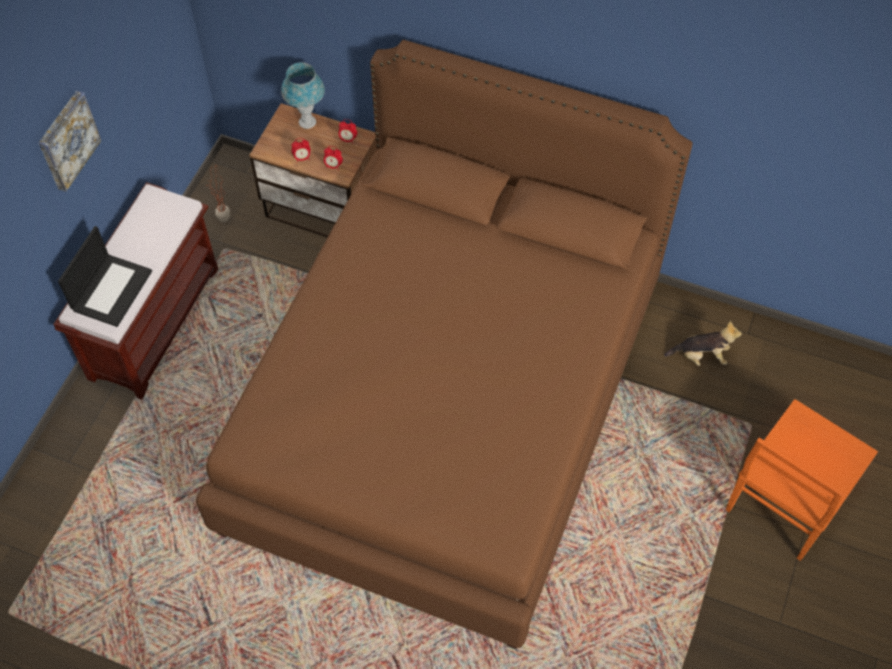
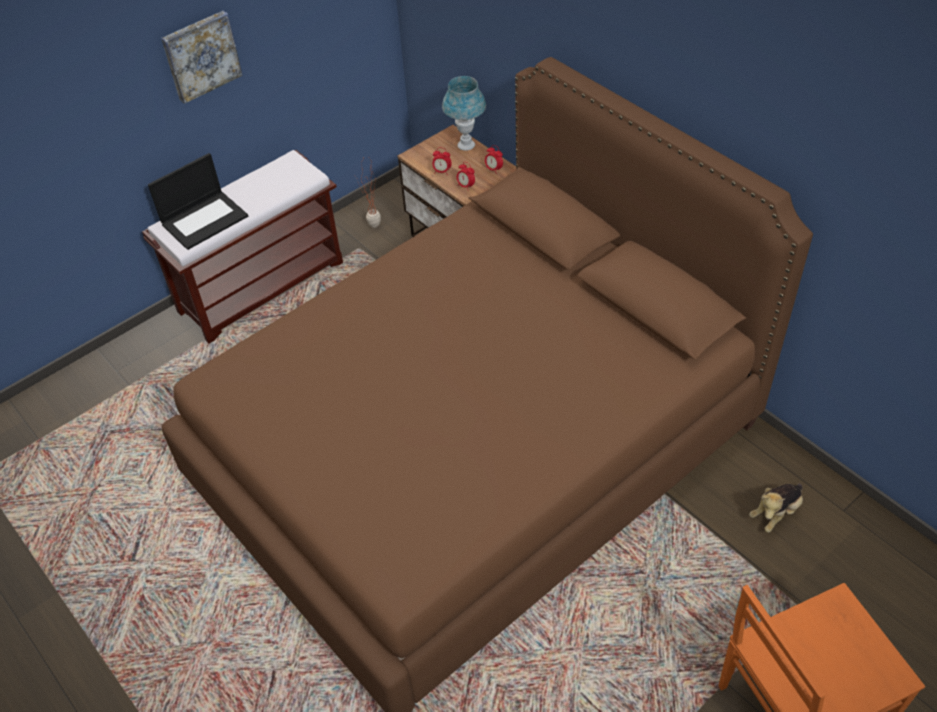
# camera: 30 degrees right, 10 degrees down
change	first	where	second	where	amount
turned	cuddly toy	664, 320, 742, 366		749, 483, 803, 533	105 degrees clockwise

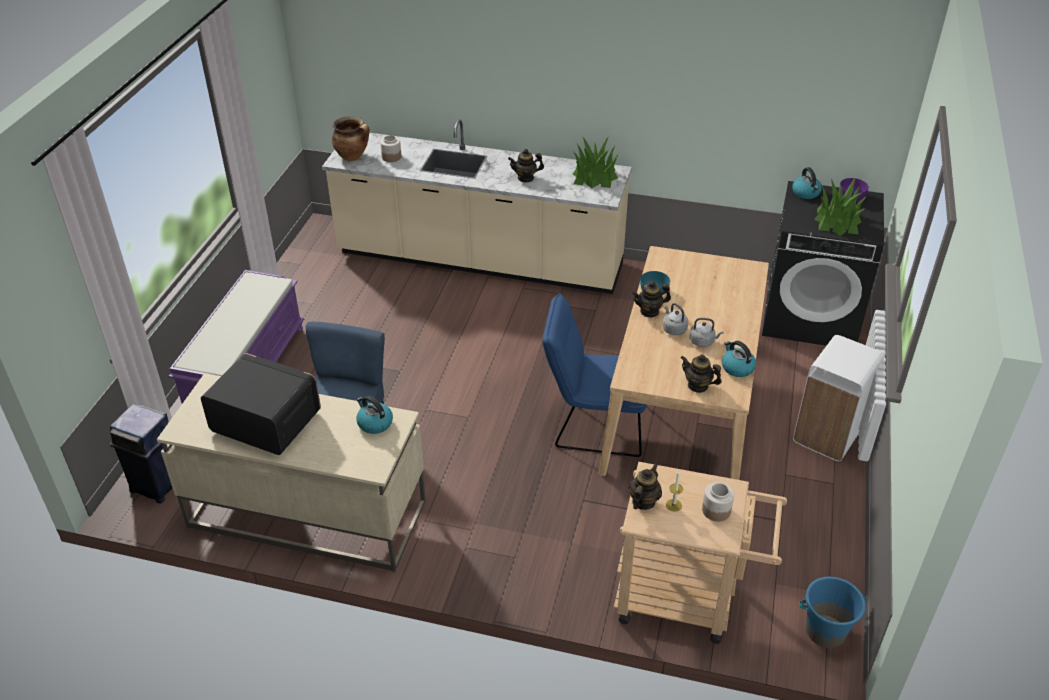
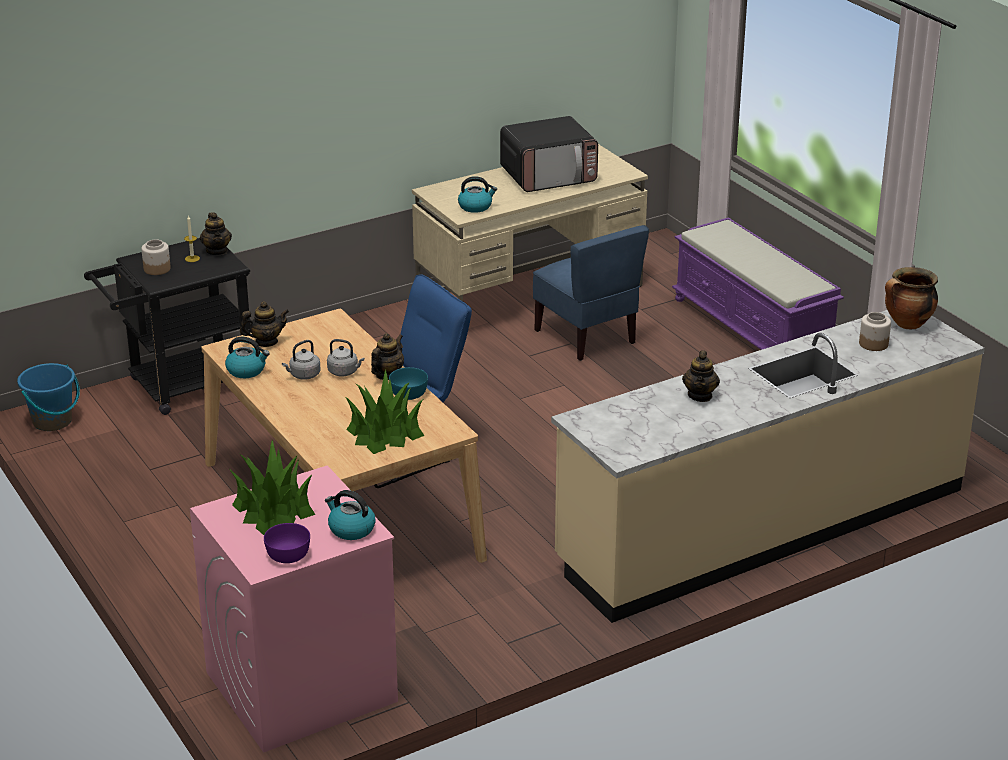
# camera: 135 degrees right, 10 degrees down
change	first	where	second	where	amount
moved	houseplant	573, 136, 619, 188		344, 369, 424, 454	
turned	teapot	508, 149, 544, 182		682, 350, 720, 402	150 degrees clockwise
recoloured	black-coloured washing machine	762, 181, 884, 346	pink-coloured washing machine	190, 466, 398, 753	
removed	white trash can	793, 335, 884, 461			
removed	blue trash can	110, 404, 172, 504			
recoloured	sand-coloured wheeled cart	614, 462, 787, 644	black-coloured wheeled cart	84, 238, 251, 415	

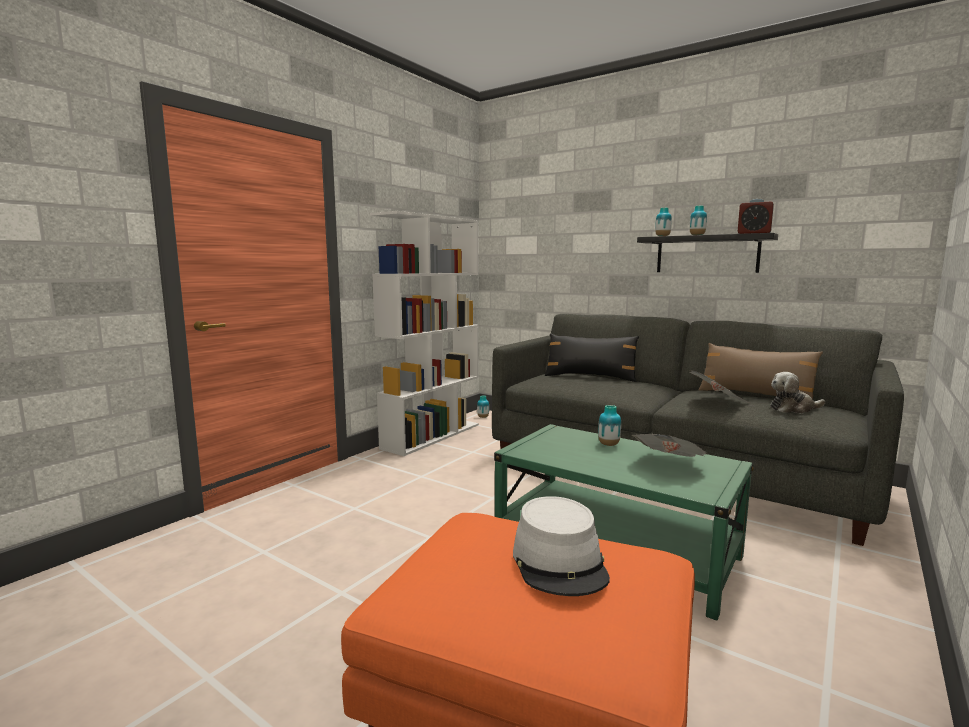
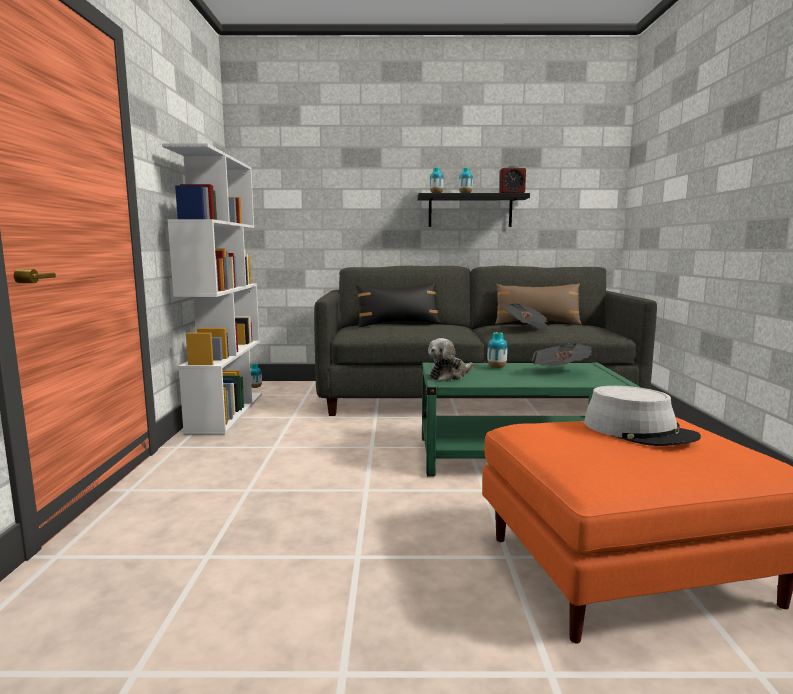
# camera: 35 degrees left, 0 degrees up
change	first	where	second	where	amount
moved	cuddly toy	770, 372, 825, 413		428, 338, 473, 381	

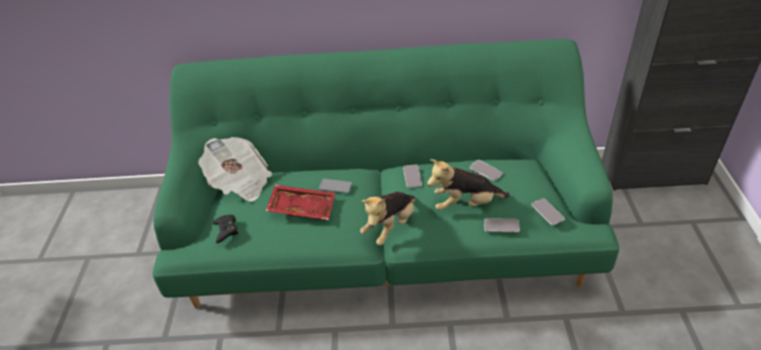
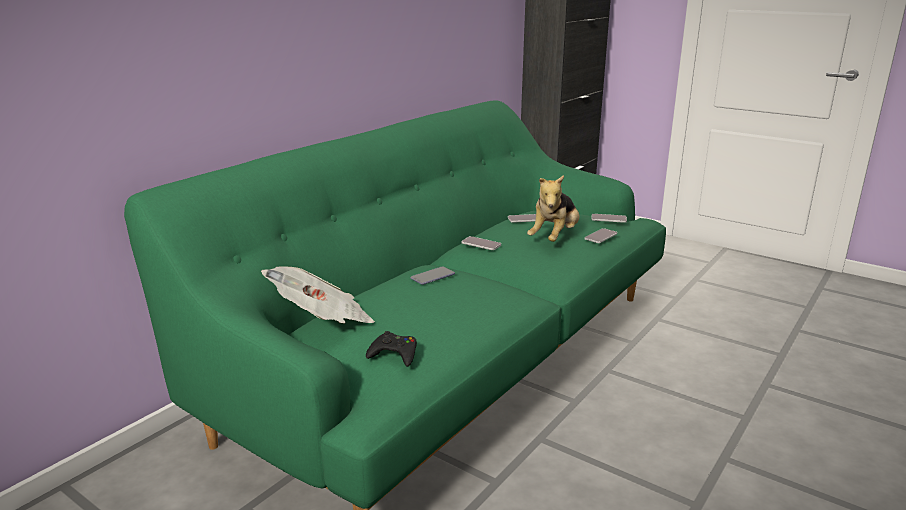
# camera: 55 degrees left, 20 degrees down
change	first	where	second	where	amount
removed	reddish serving tray	266, 184, 335, 220			
removed	cuddly toy	360, 192, 416, 246			

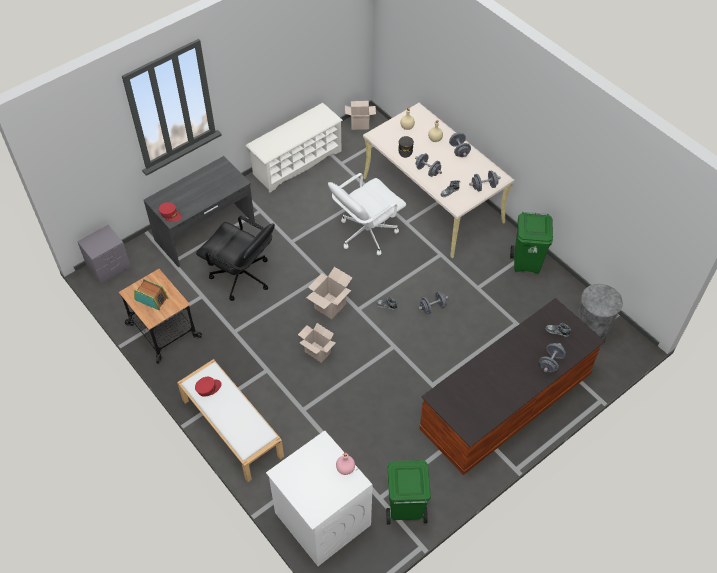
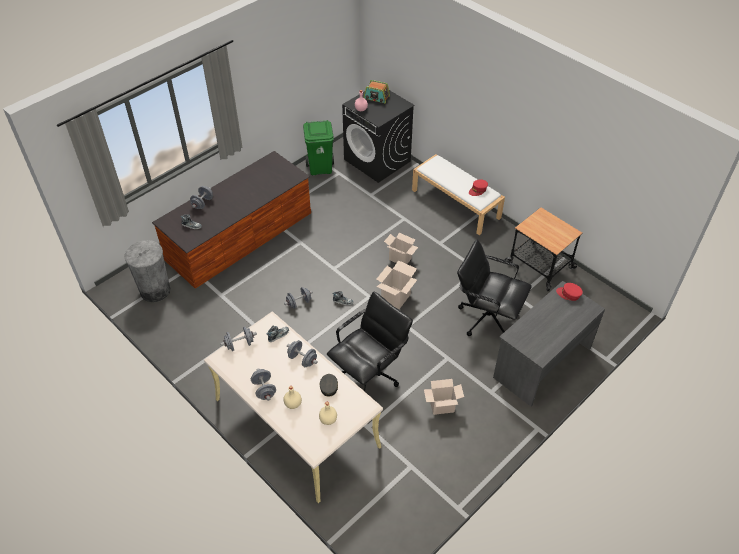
# camera: 175 degrees right, 5 degrees down
change	first	where	second	where	amount
moved	packing box	345, 101, 376, 130		424, 379, 464, 415	
removed	white shoe rack	246, 103, 343, 193			
recoloured	white computer chair	328, 173, 406, 255	black-coloured computer chair	327, 291, 413, 391	
removed	green-coloured trash can	510, 212, 553, 273			
removed	gray night table	77, 225, 130, 284			
moved	radio receiver	134, 279, 169, 310		363, 80, 390, 103	
recoloured	white washing machine	266, 431, 373, 566	black-coloured washing machine	342, 90, 415, 183	

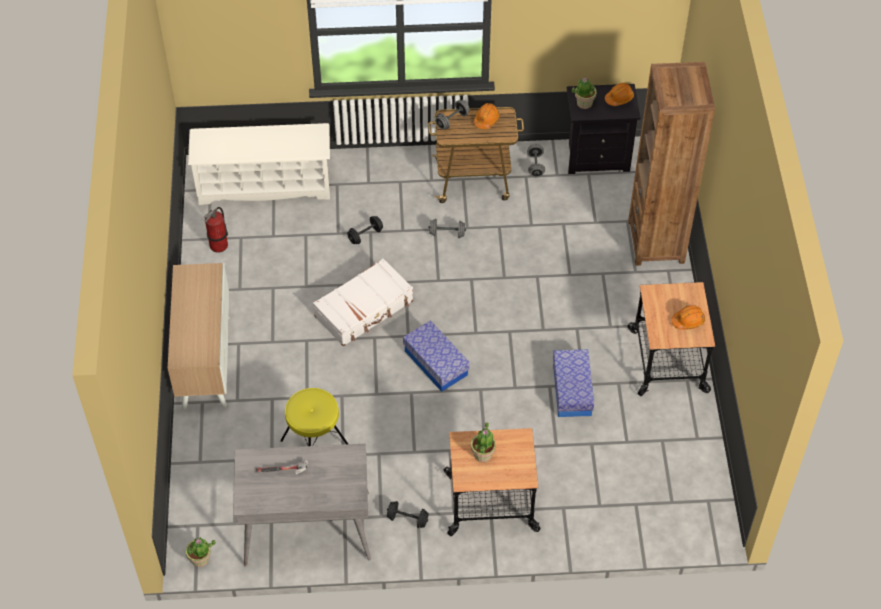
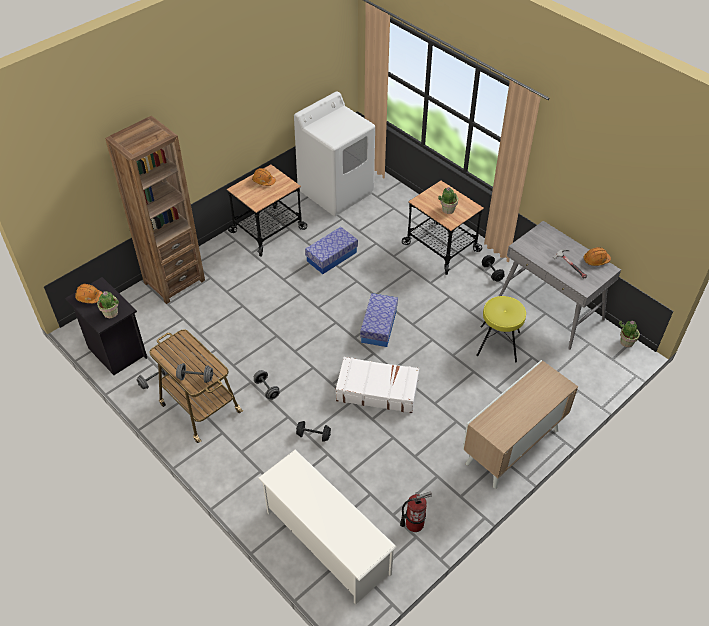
# camera: 130 degrees left, 5 degrees down
change	first	where	second	where	amount
moved	orange safety helmet	474, 103, 500, 129		584, 247, 611, 266	
added			white washing machine	294, 91, 375, 216	

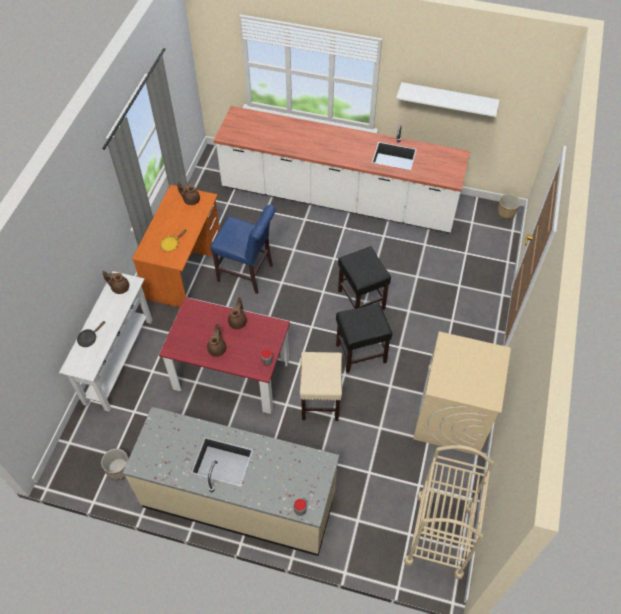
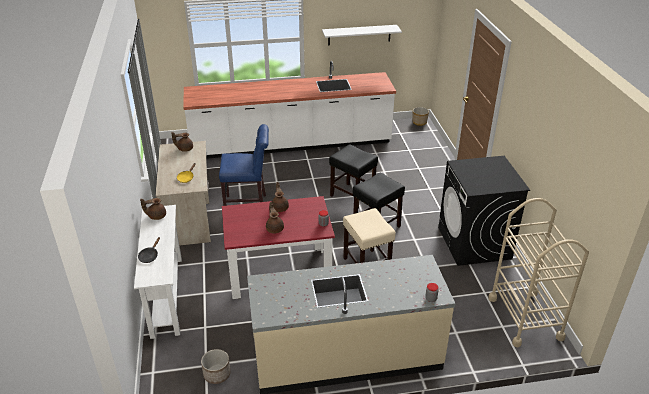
# camera: 25 degrees left, 20 degrees down
change	first	where	second	where	amount
recoloured	orange desk	132, 185, 220, 307	sand-coloured desk	155, 141, 211, 246	
recoloured	sand-coloured washing machine	413, 332, 511, 456	black-coloured washing machine	438, 156, 530, 266	

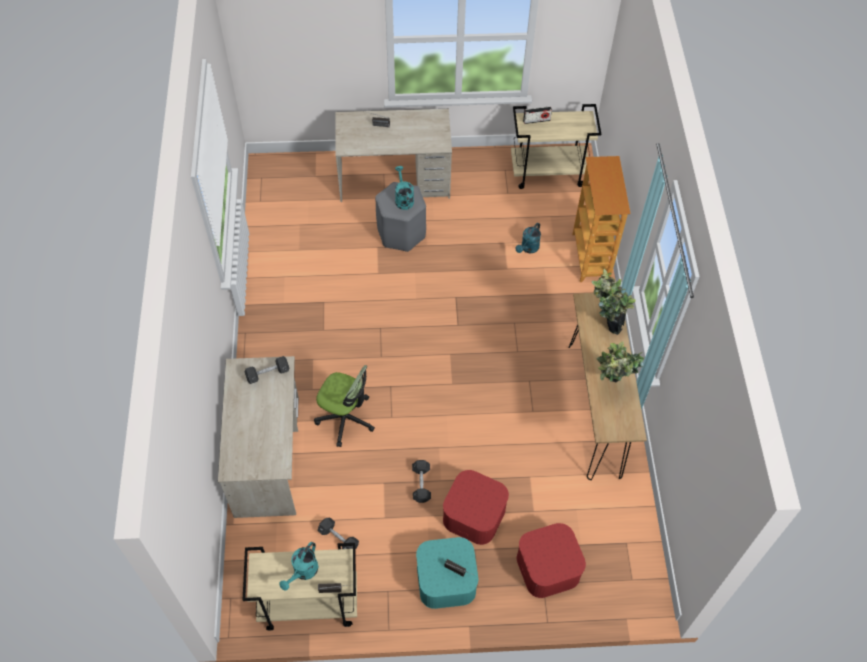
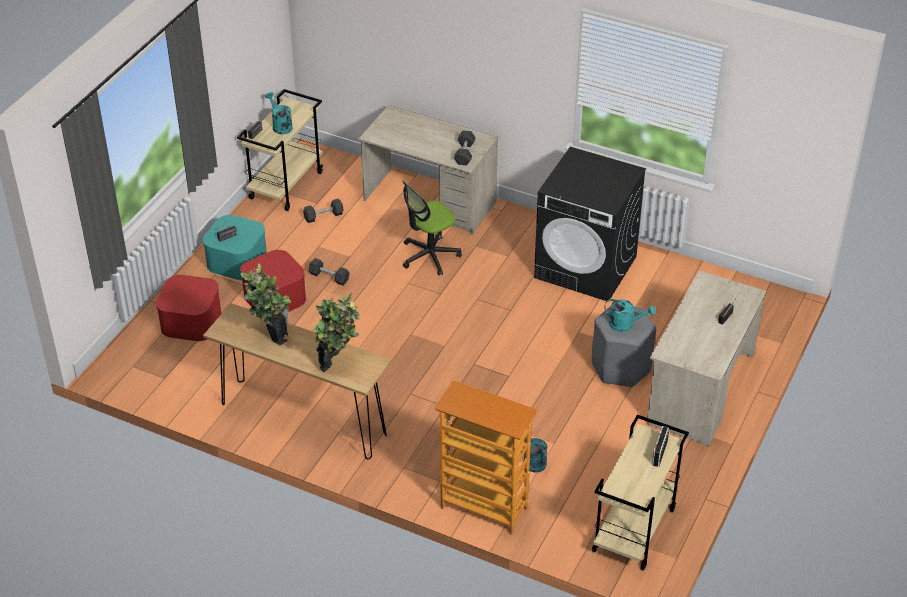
# camera: 120 degrees right, 15 degrees down
change	first	where	second	where	amount
added			black-coloured washing machine	534, 147, 646, 301	

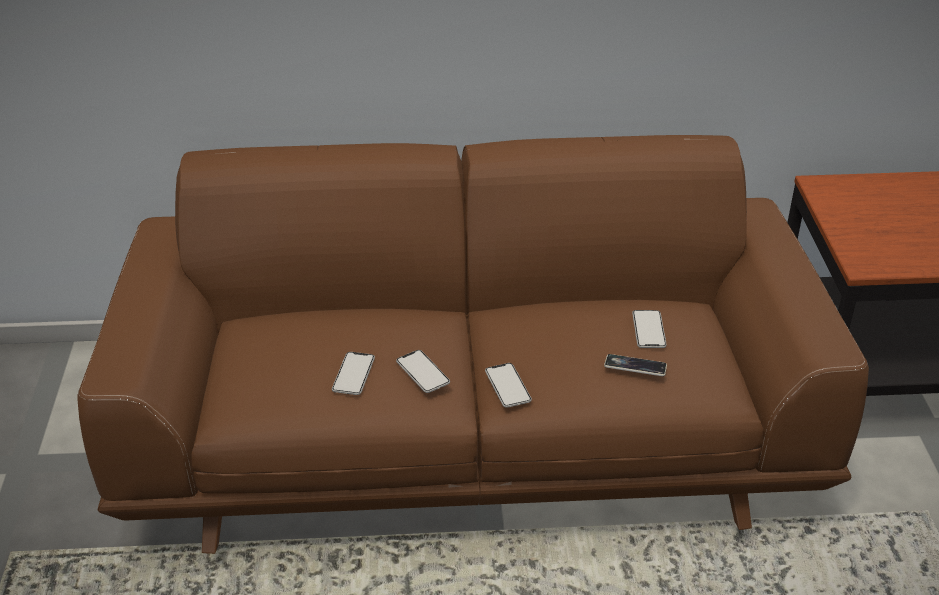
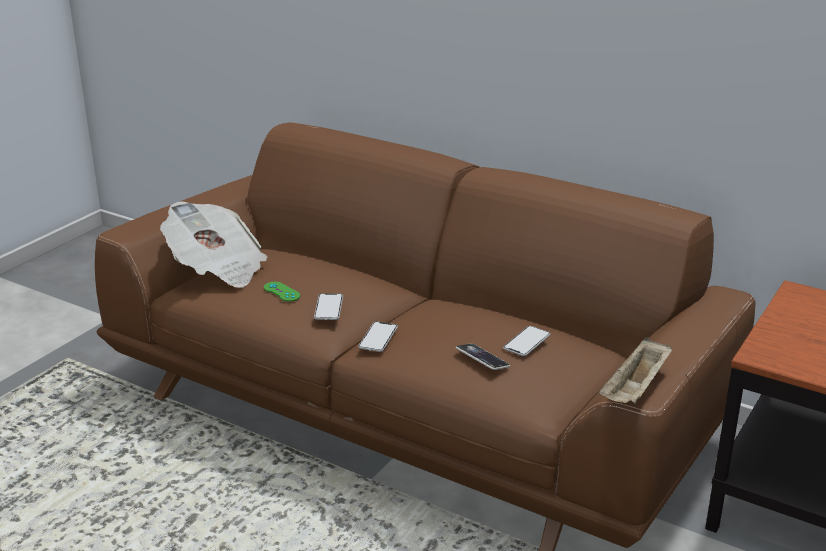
# camera: 35 degrees right, 10 degrees down
change	first	where	second	where	amount
replaced	handset	332, 352, 375, 395	green-coloured joypad	264, 282, 300, 302	
added			daily paper	160, 201, 267, 288	
added			sand-coloured serving tray	599, 337, 673, 403	

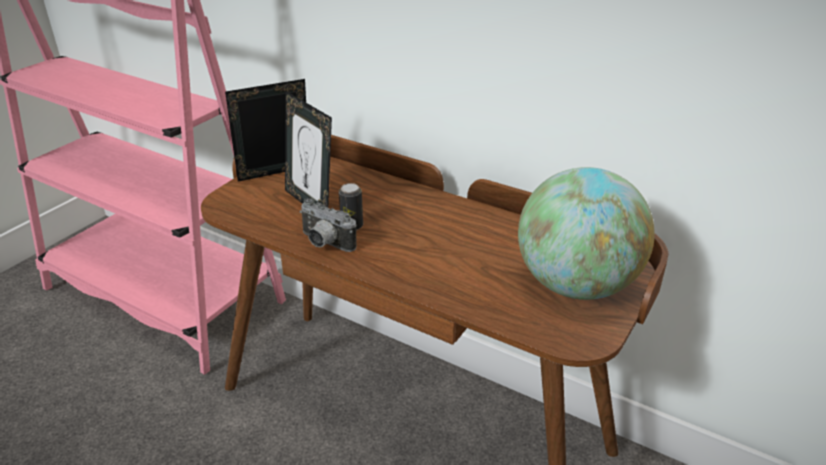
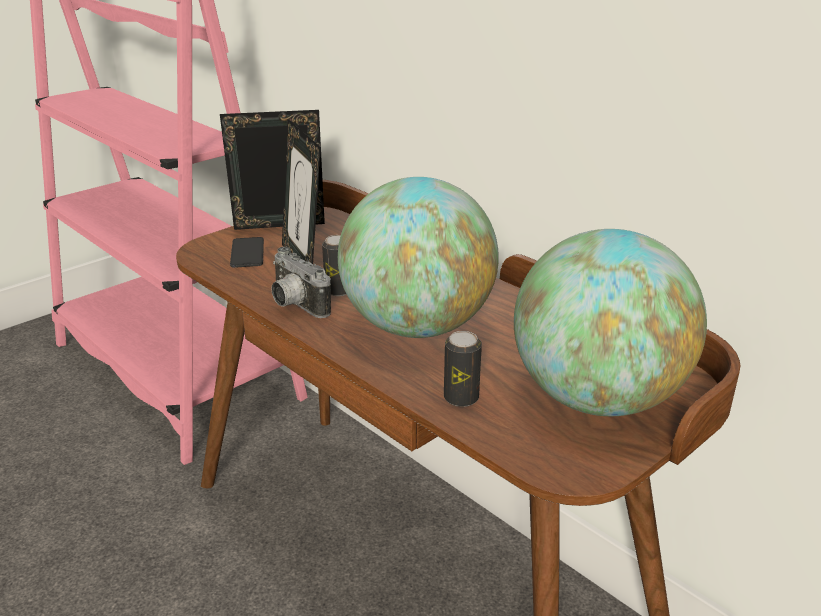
# camera: 15 degrees right, 5 degrees down
change	first	where	second	where	amount
added			globe	338, 177, 499, 338	
added			handset	230, 237, 264, 268	
added			sealed can	444, 331, 482, 407	

